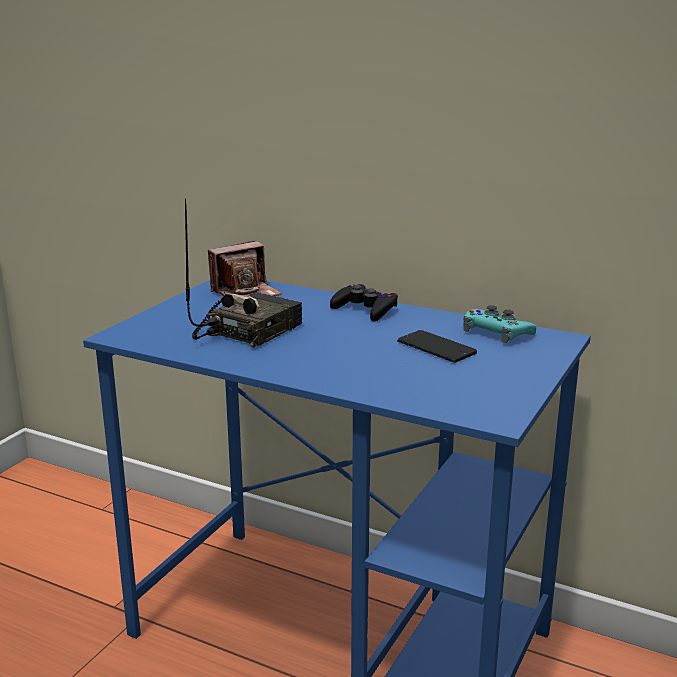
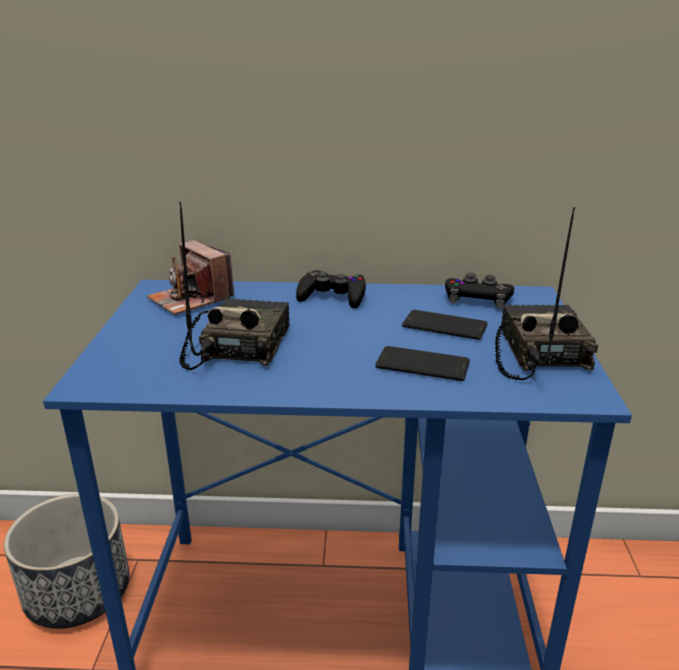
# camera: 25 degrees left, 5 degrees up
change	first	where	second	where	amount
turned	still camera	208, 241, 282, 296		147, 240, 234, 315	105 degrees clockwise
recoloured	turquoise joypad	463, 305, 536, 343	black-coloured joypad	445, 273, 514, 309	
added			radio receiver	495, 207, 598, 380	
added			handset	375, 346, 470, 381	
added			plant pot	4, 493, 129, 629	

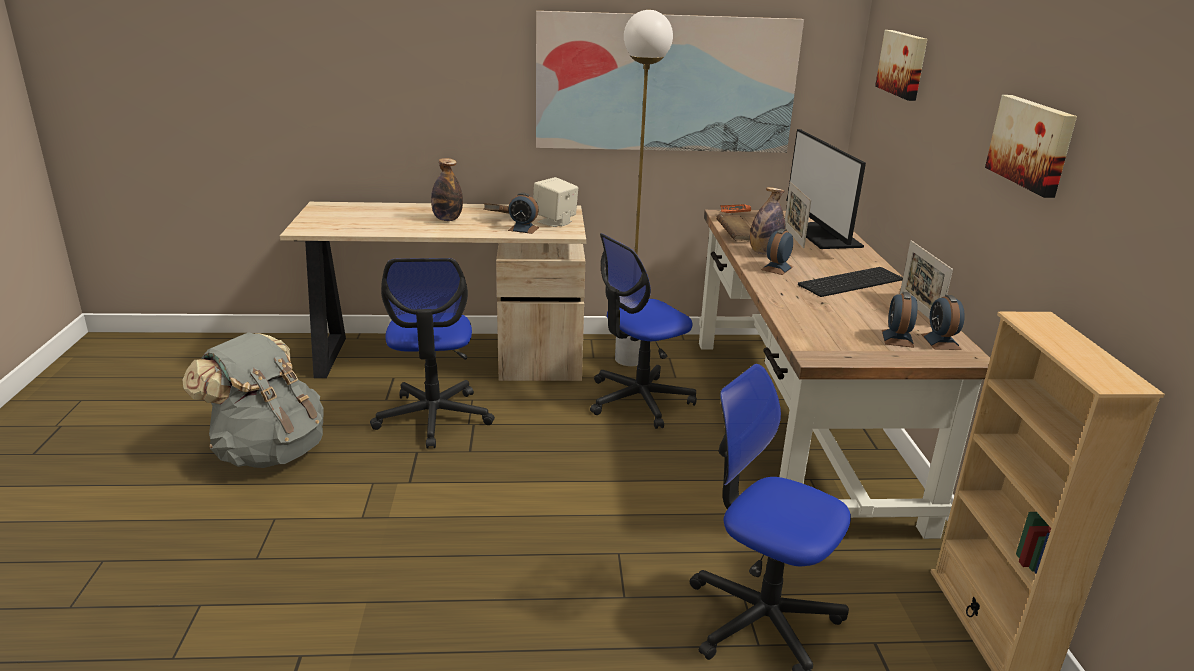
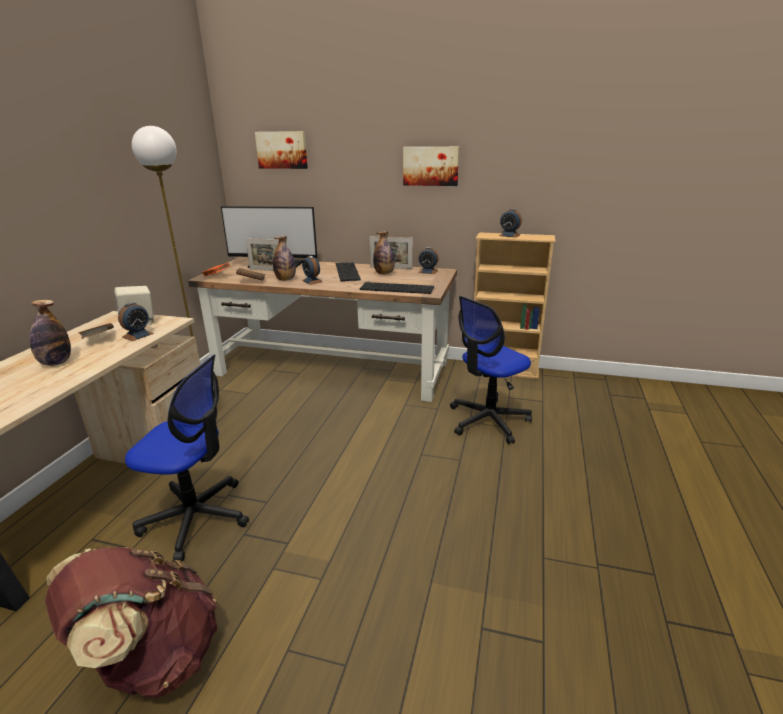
# camera: 70 degrees left, 0 degrees up
change	first	where	second	where	amount
removed	picture	536, 11, 804, 153			
removed	computer chair	590, 233, 697, 429			
moved	alarm clock	882, 292, 918, 348		499, 209, 522, 238	
recoloured	gray backpack	183, 332, 324, 468	brown-coloured backpack	45, 547, 217, 698	
added			beverage bottle	373, 231, 395, 274	
added			keyboard	360, 282, 434, 294	

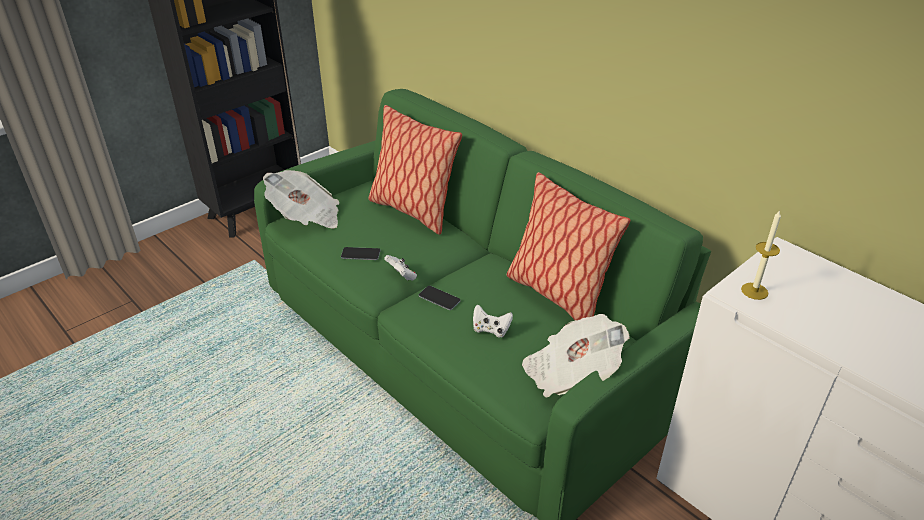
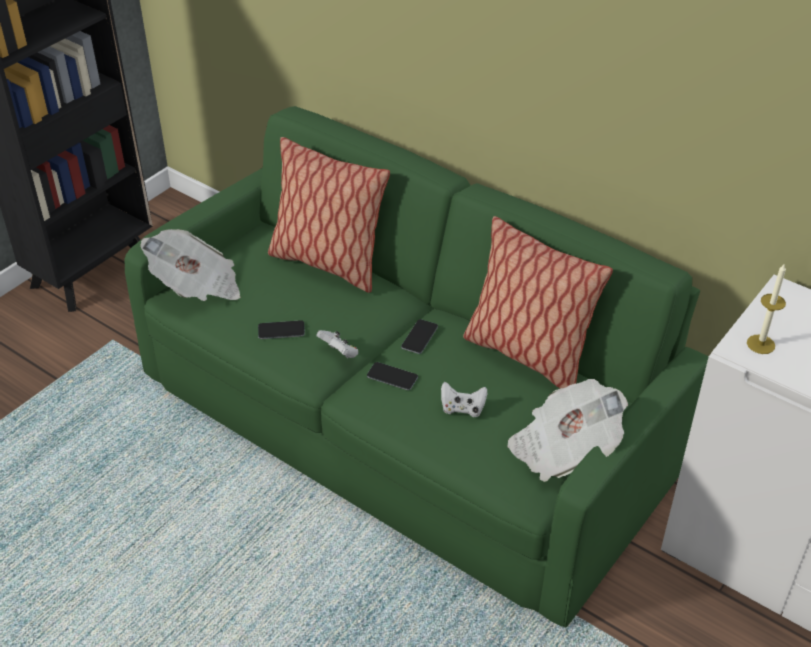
# camera: 10 degrees left, 5 degrees up
change	first	where	second	where	amount
added			handset	401, 319, 438, 354	

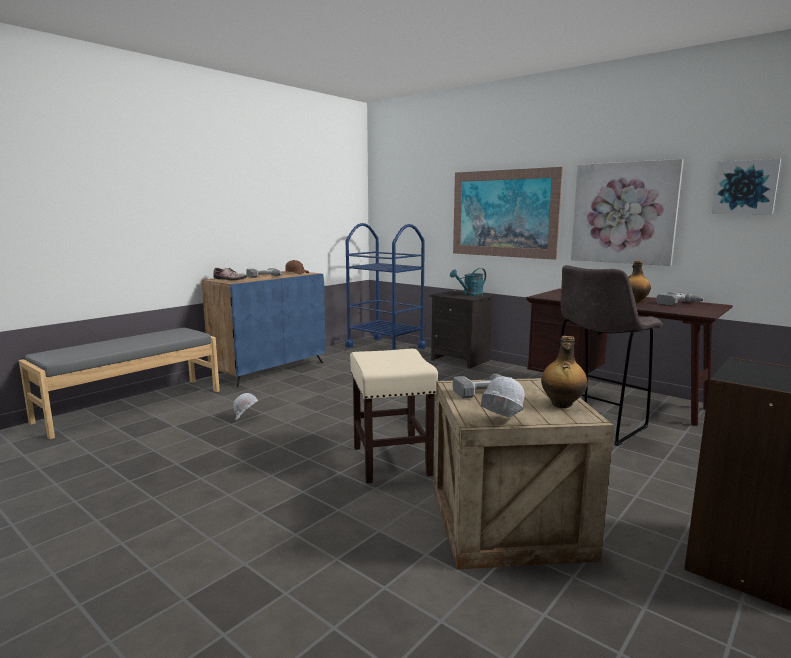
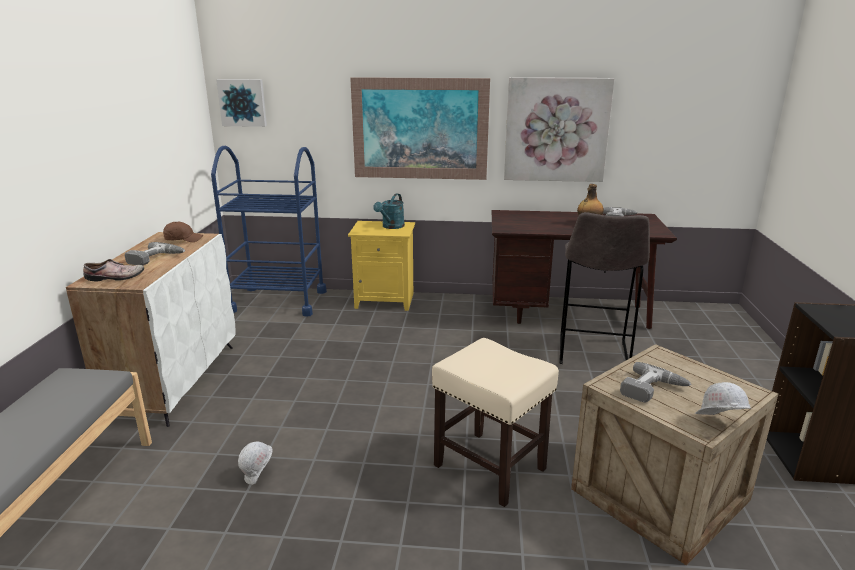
# camera: 35 degrees left, 10 degrees up
change	first	where	second	where	amount
moved	picture	712, 159, 781, 214		216, 79, 267, 127	
recoloured	blue cabinet	202, 271, 326, 387	white cabinet	66, 232, 235, 427	
recoloured	black-coloured night table	430, 290, 495, 369	yellow-coloured night table	348, 221, 415, 311	
removed	beverage bottle	541, 336, 587, 408			

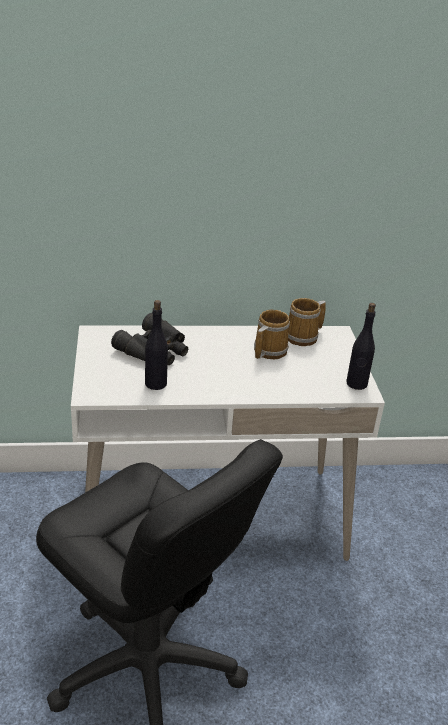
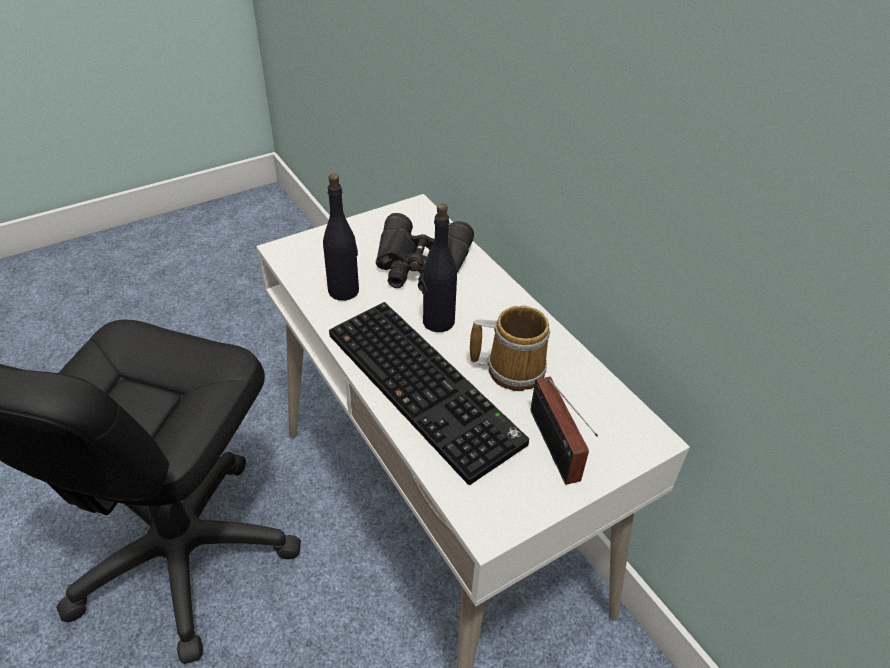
# camera: 65 degrees right, 10 degrees up
change	first	where	second	where	amount
removed	tea mug	288, 298, 326, 346			
moved	black-coloured beverage bottle	346, 303, 376, 390		422, 203, 457, 332	
added			keyboard	329, 302, 529, 485	
added			radio receiver	531, 377, 598, 485	

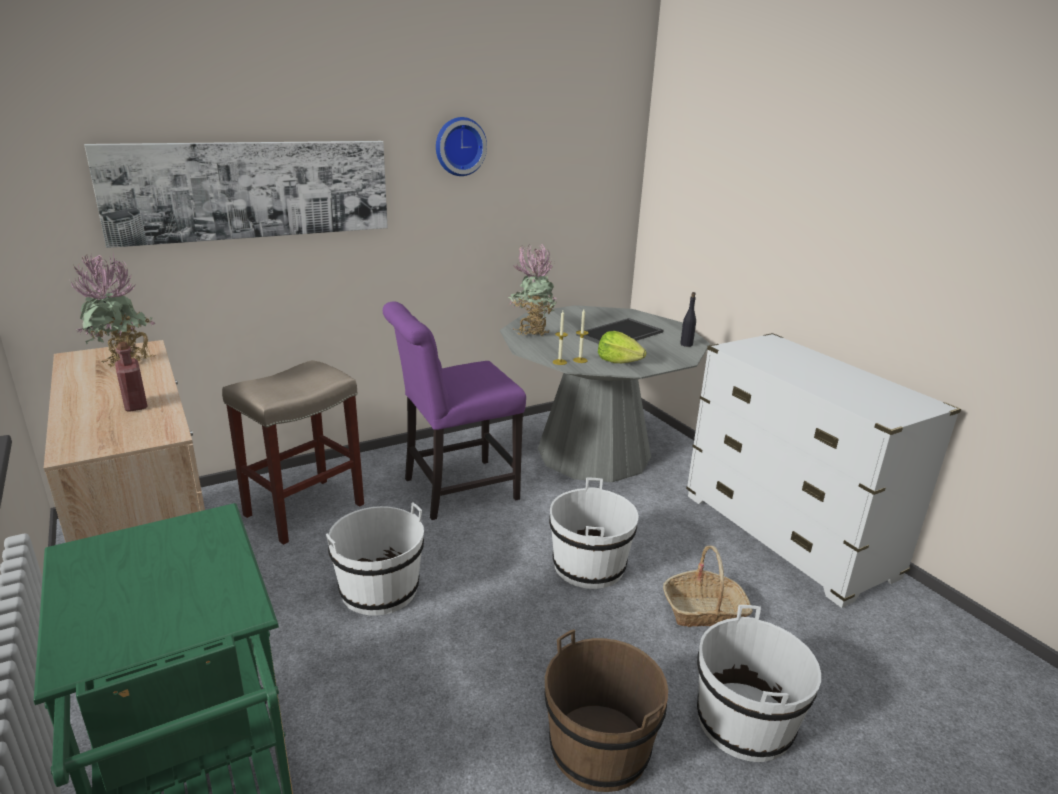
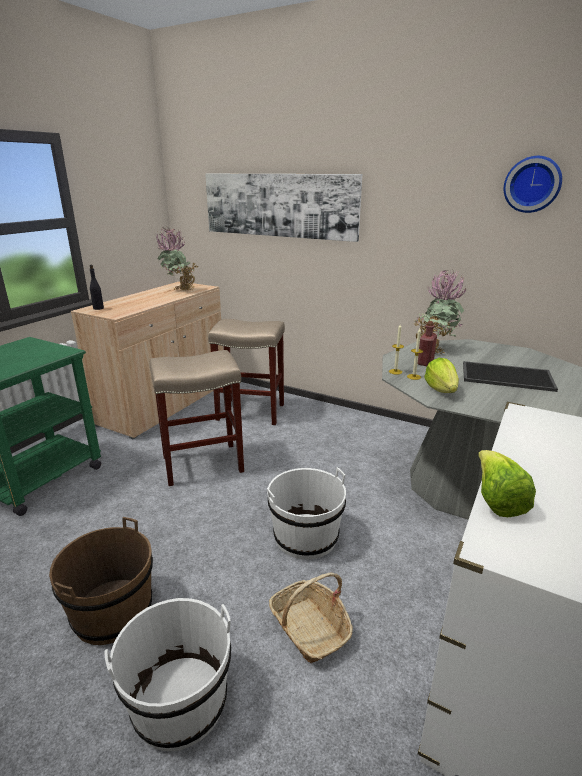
# camera: 60 degrees right, 0 degrees up
change	first	where	second	where	amount
moved	wall clock	436, 117, 487, 176		504, 156, 562, 213	
moved	black-coloured beverage bottle	680, 292, 696, 347		90, 265, 104, 310	
removed	purple-coloured chair	383, 301, 526, 520			
moved	reddish beverage bottle	115, 342, 147, 412		417, 321, 437, 366	
replaced	white water bucket	326, 503, 424, 616	sand-coloured stool seat	150, 350, 244, 486	
added			lettuce	478, 450, 536, 517	

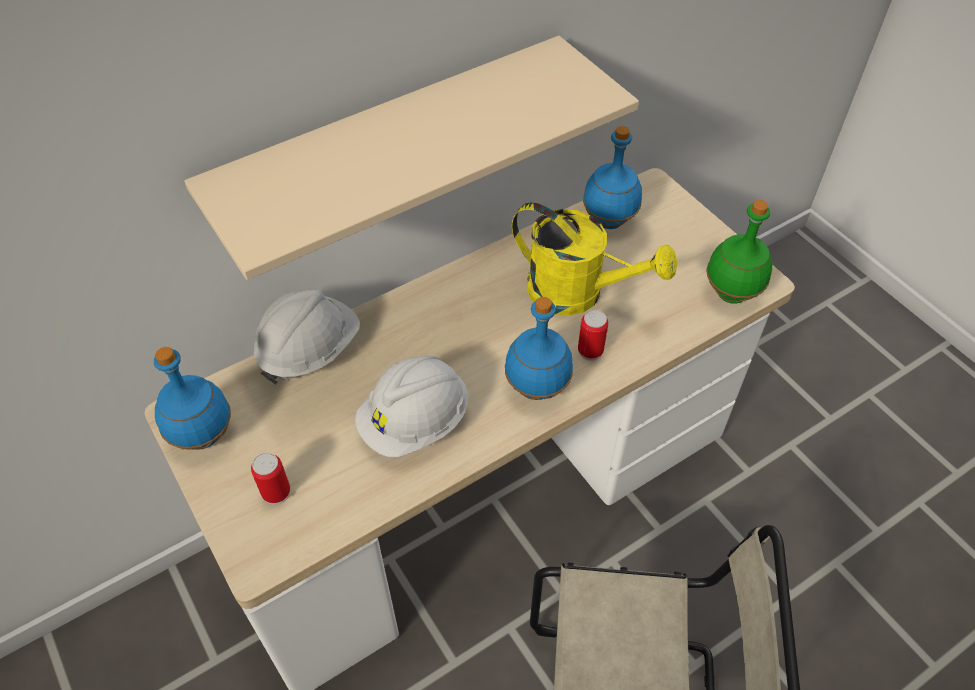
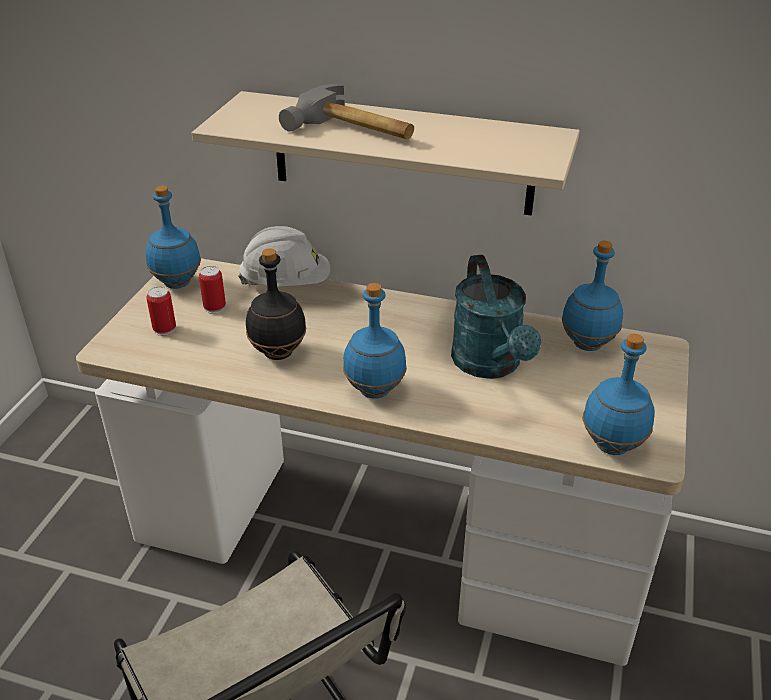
# camera: 50 degrees right, 15 degrees down
change	first	where	second	where	amount
recoloured	green-coloured beverage bottle	706, 200, 773, 304	blue beverage bottle	582, 334, 654, 455	
recoloured	yellow-coloured watering pot	512, 202, 678, 316	turquoise watering pot	451, 255, 541, 379	
moved	sealed can	578, 310, 608, 361		199, 266, 226, 314	
replaced	white safety helmet	355, 356, 469, 457	black-coloured beverage bottle	246, 248, 306, 360	
added			hand hammer	279, 84, 414, 139	

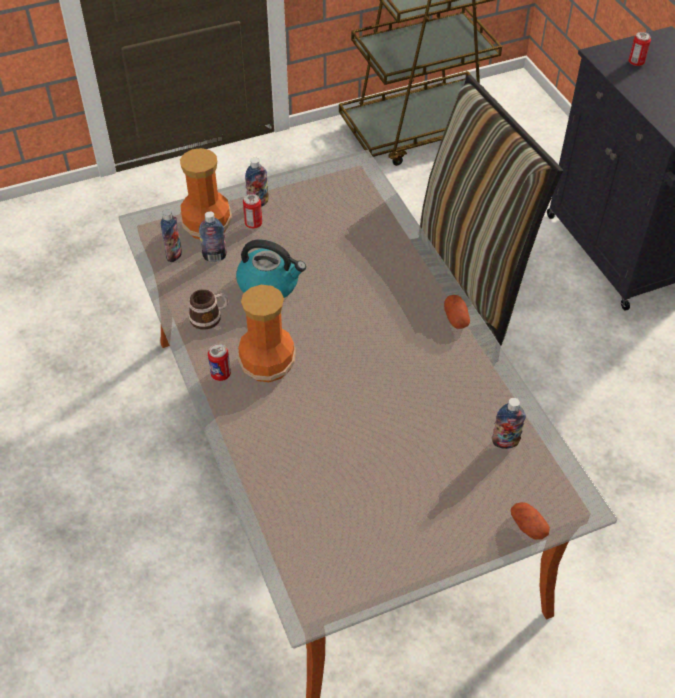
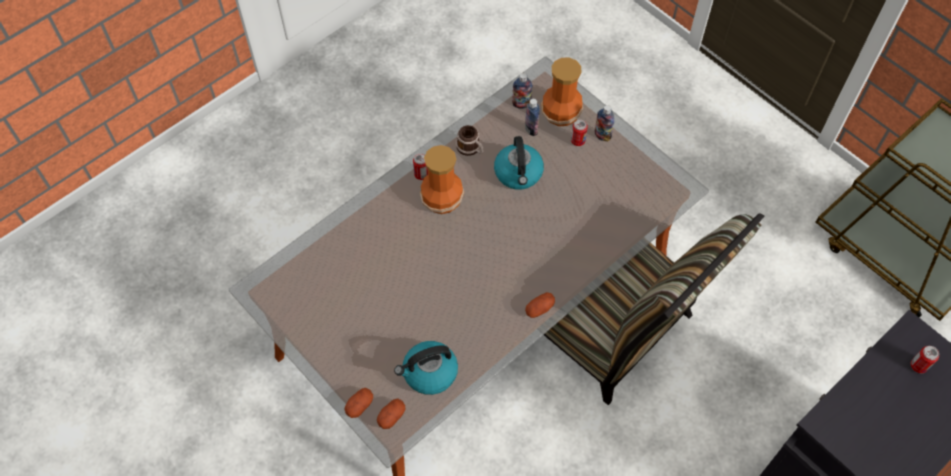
# camera: 70 degrees right, 10 degrees up
change	first	where	second	where	amount
replaced	beverage bottle	492, 398, 526, 449	tea kettle	394, 341, 458, 395	
added			whole potato	377, 398, 405, 429	

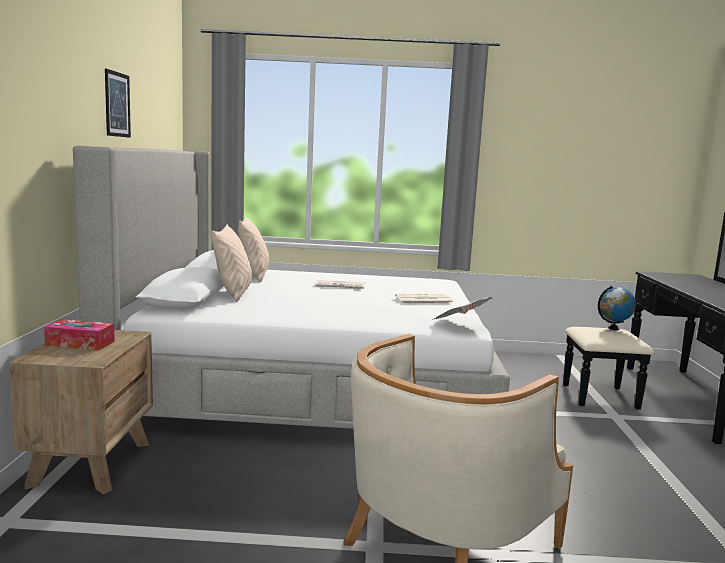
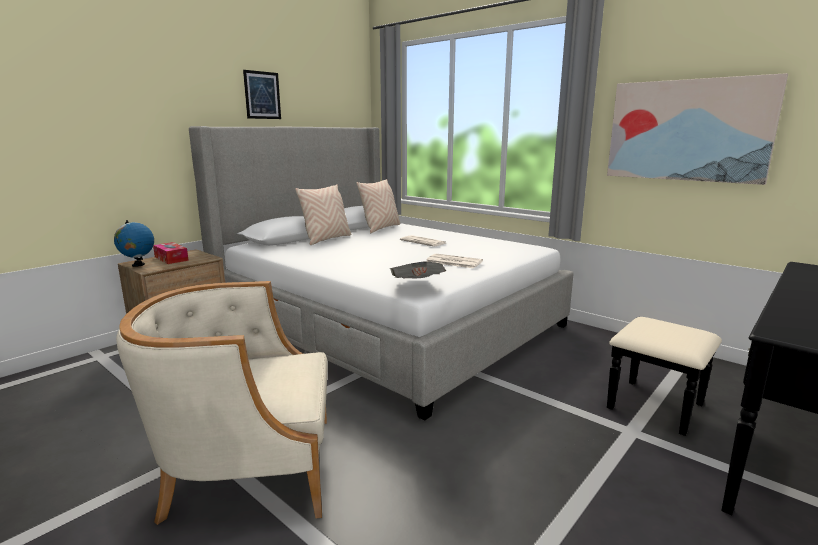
# camera: 40 degrees right, 5 degrees up
change	first	where	second	where	amount
moved	globe	598, 286, 636, 331		114, 220, 154, 267	
added			picture	607, 73, 788, 185	

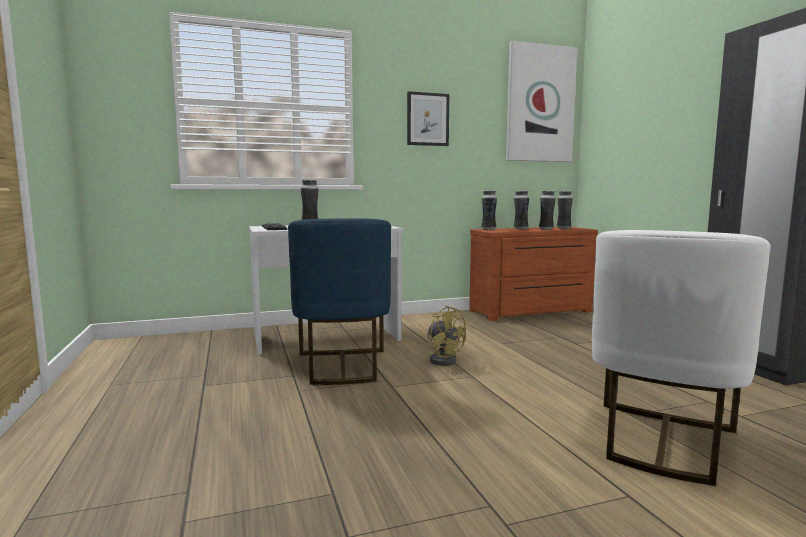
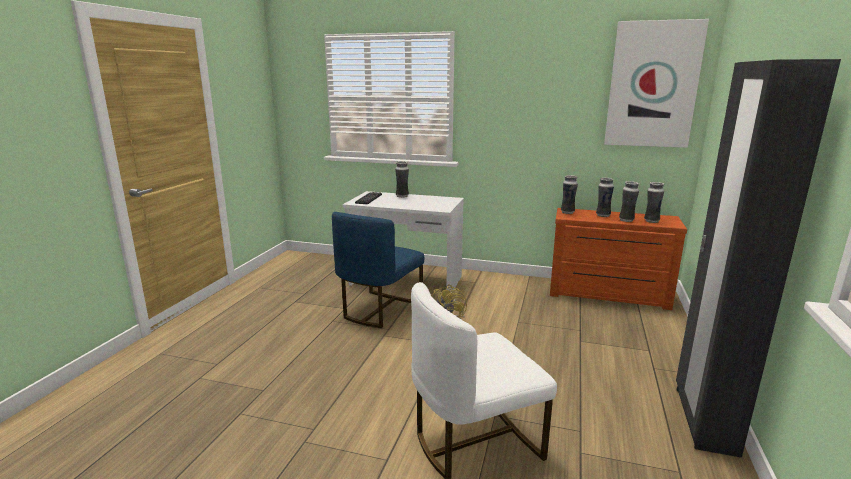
# camera: 35 degrees right, 10 degrees up
change	first	where	second	where	amount
removed	picture	407, 91, 449, 146			

